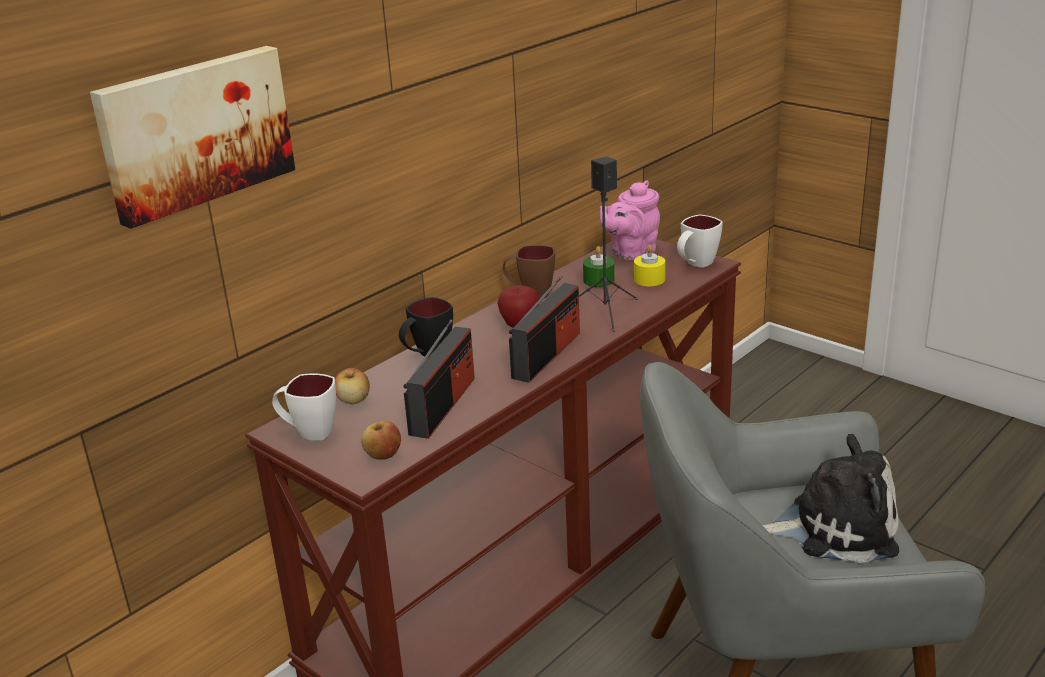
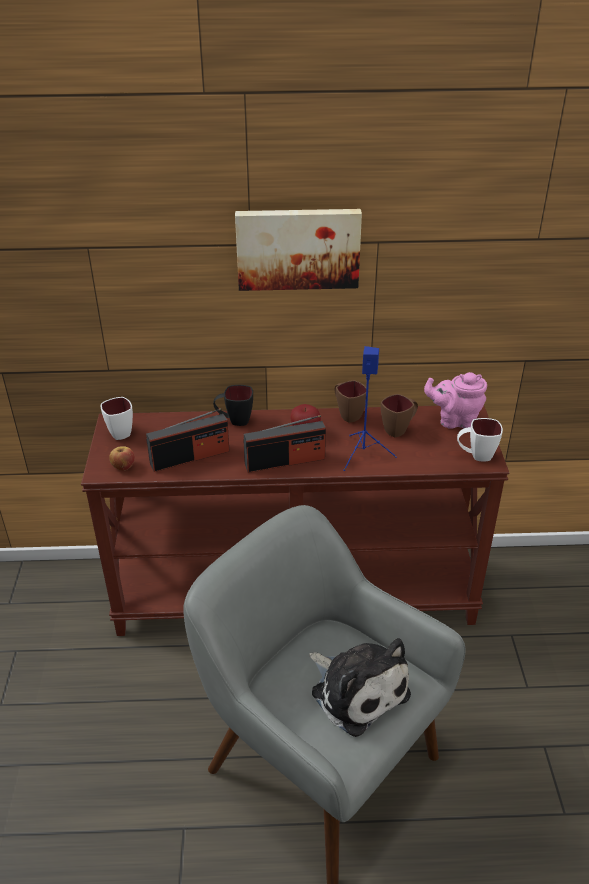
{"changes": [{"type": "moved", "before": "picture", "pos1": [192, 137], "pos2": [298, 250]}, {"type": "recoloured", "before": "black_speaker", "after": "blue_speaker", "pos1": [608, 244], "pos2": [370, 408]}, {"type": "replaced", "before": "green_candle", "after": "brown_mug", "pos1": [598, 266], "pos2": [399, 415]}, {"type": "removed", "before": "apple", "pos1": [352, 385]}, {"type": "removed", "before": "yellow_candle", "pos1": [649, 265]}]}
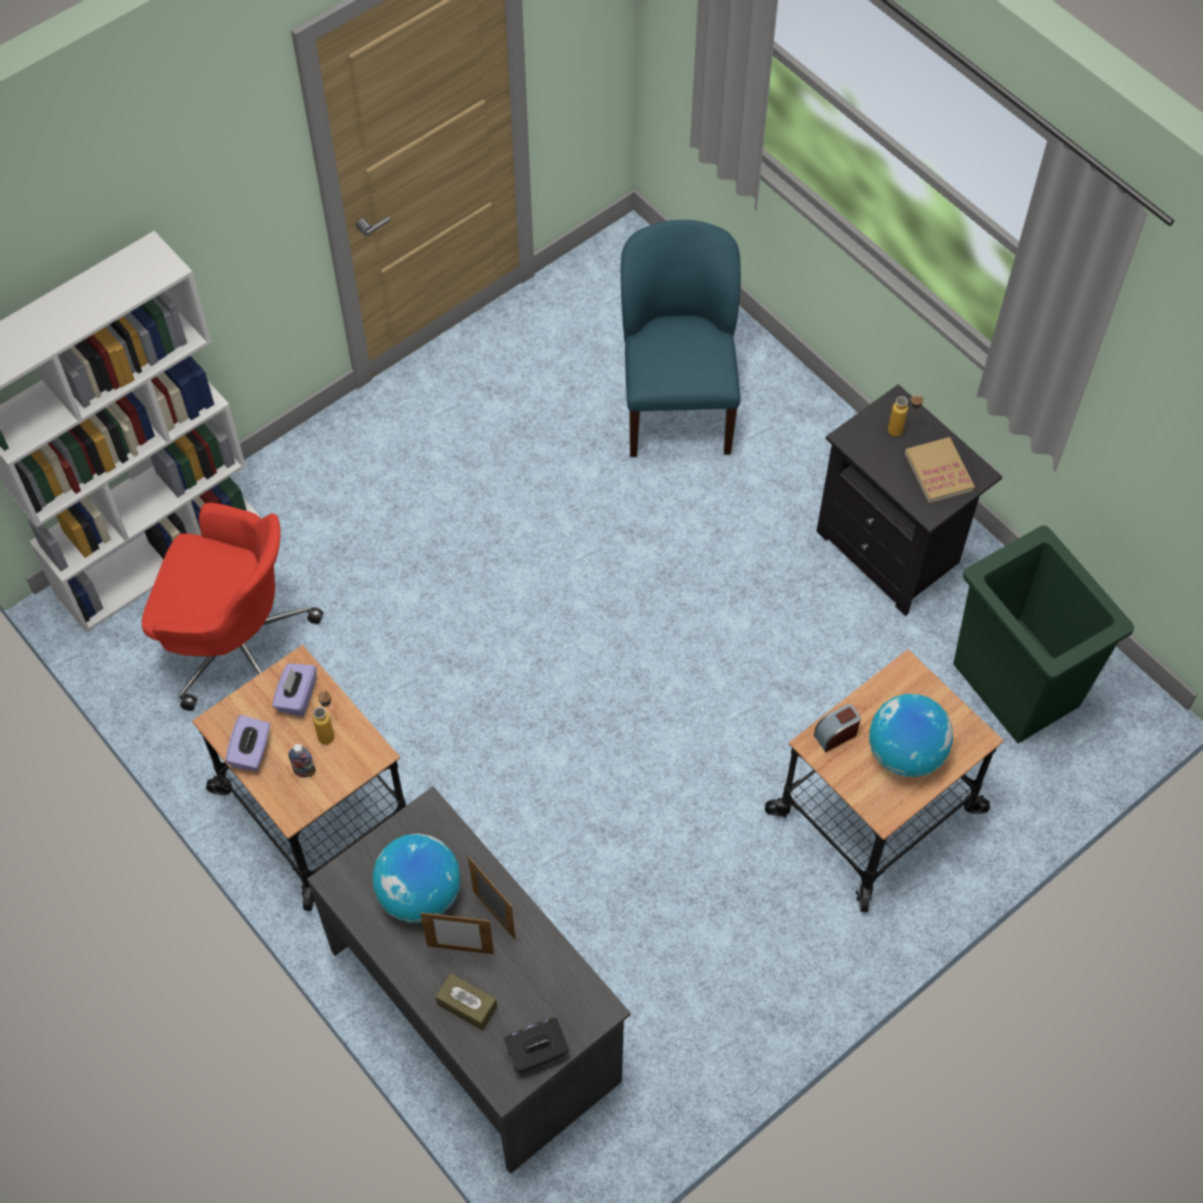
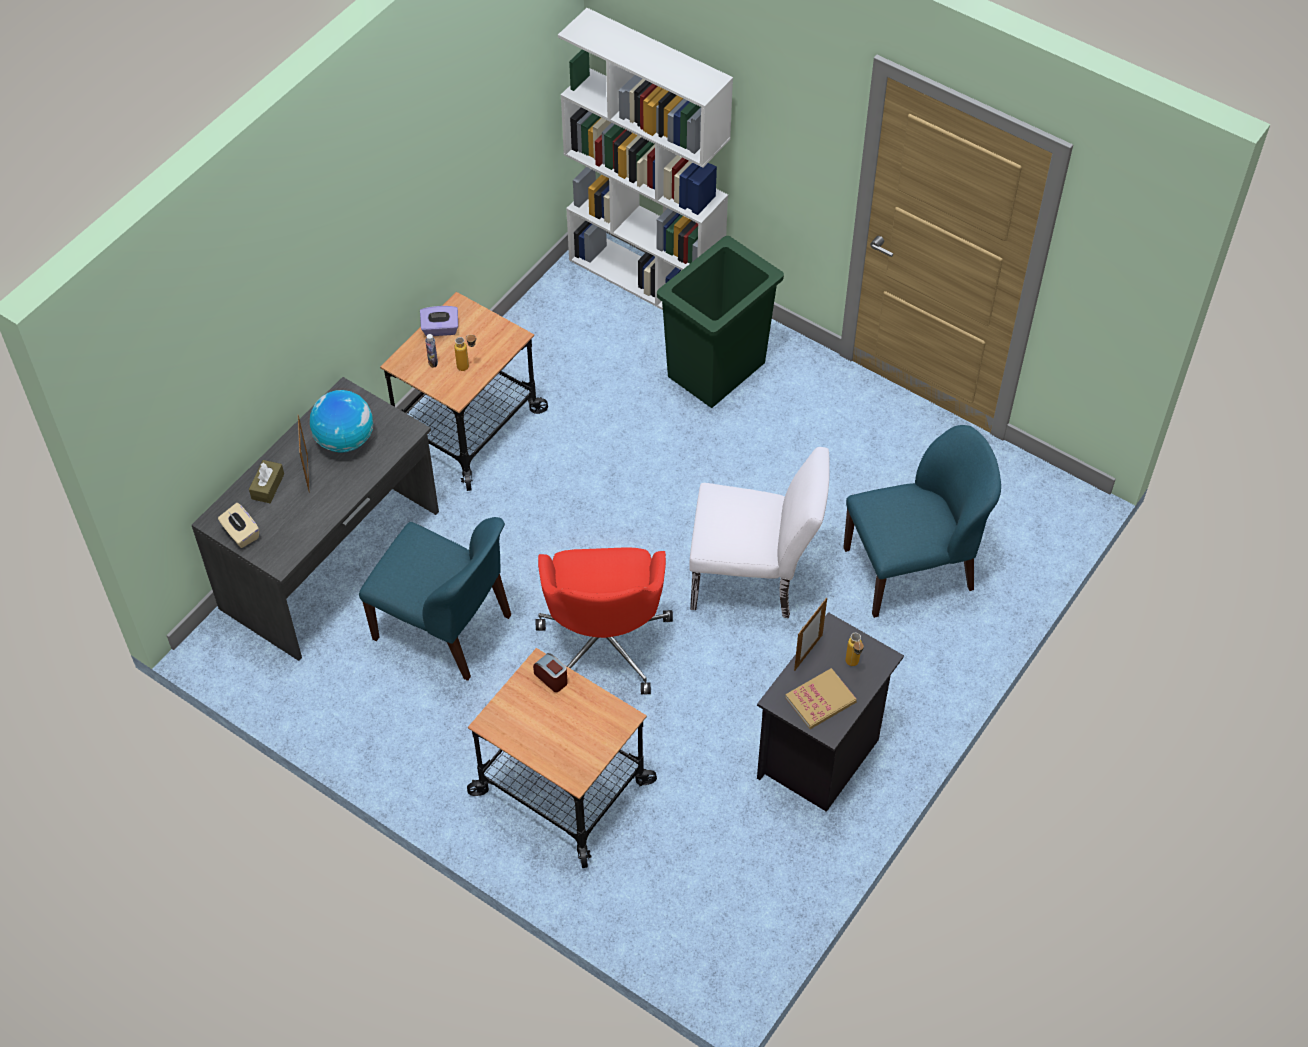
{"changes": [{"type": "recoloured", "before": "black_tissue_box", "after": "beige_tissue_box", "pos1": [536, 1044], "pos2": [238, 525]}, {"type": "added", "after": "blue_chair", "pos2": [435, 599]}, {"type": "moved", "before": "red_office_chair", "pos1": [232, 607], "pos2": [604, 621]}, {"type": "moved", "before": "green_trash_can", "pos1": [1043, 634], "pos2": [720, 322]}, {"type": "added", "after": "white_chair", "pos2": [759, 532]}, {"type": "moved", "before": "picture_frame", "pos1": [491, 898], "pos2": [810, 634]}, {"type": "removed", "before": "purple_tissue_box", "pos1": [294, 689]}, {"type": "removed", "before": "globe", "pos1": [911, 735]}]}
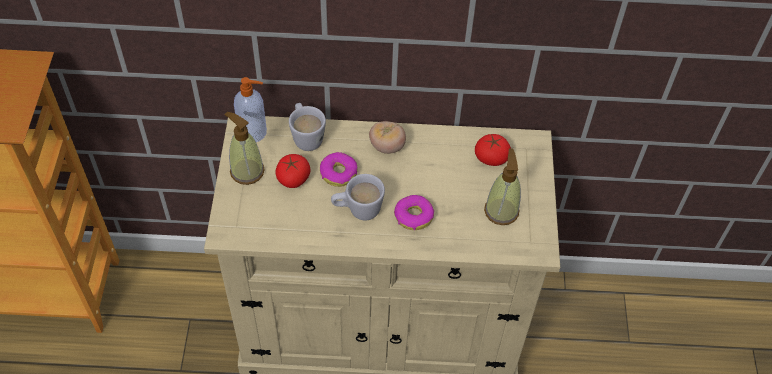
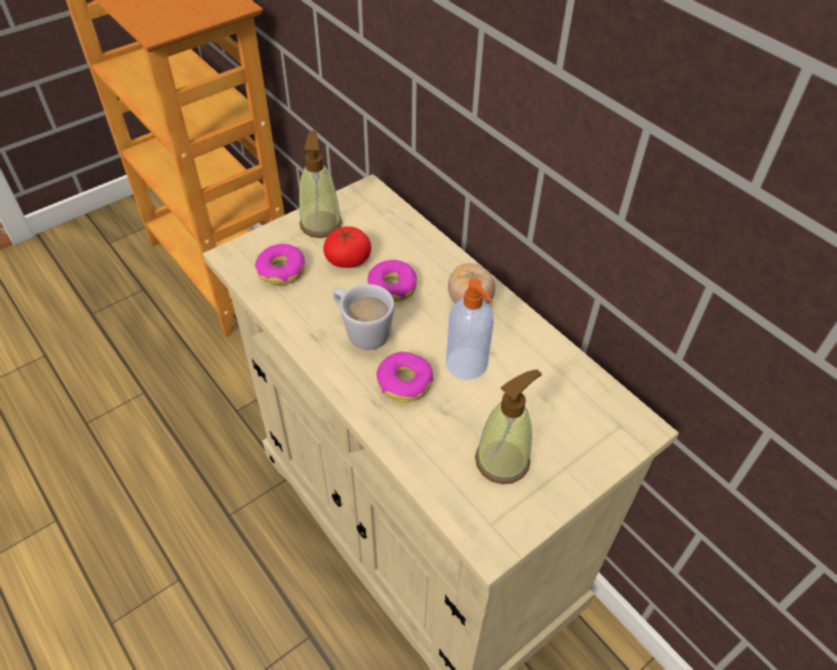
{"changes": [{"type": "added", "after": "donut", "pos2": [280, 264]}, {"type": "moved", "before": "soap_dispenser", "pos1": [250, 109], "pos2": [470, 329]}, {"type": "removed", "before": "white_mug", "pos1": [307, 127]}, {"type": "removed", "before": "tomato", "pos1": [493, 150]}]}
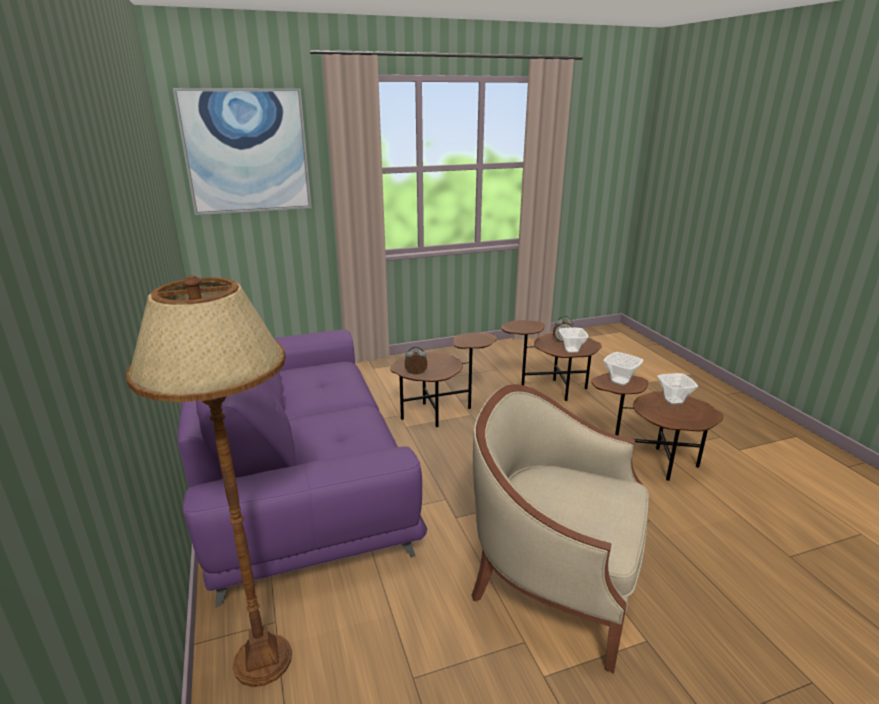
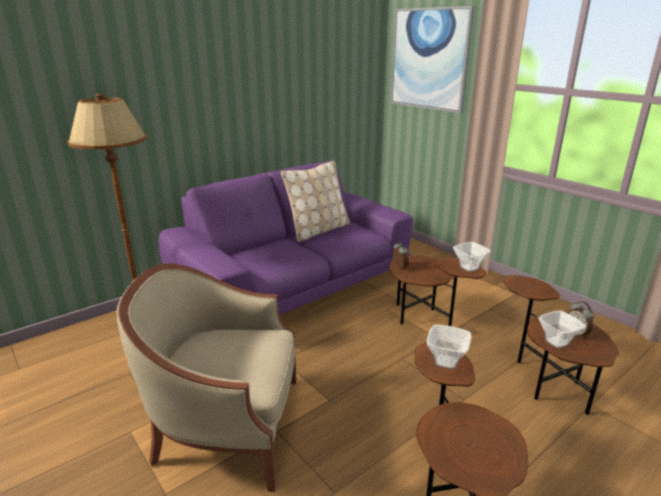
{"changes": [{"type": "turned", "before": "beige_armchair", "pos1": [560, 528], "pos2": [207, 377], "turn": -90}, {"type": "added", "after": "beige_pillow", "pos2": [315, 201]}, {"type": "moved", "before": "bowl", "pos1": [677, 389], "pos2": [472, 257]}]}
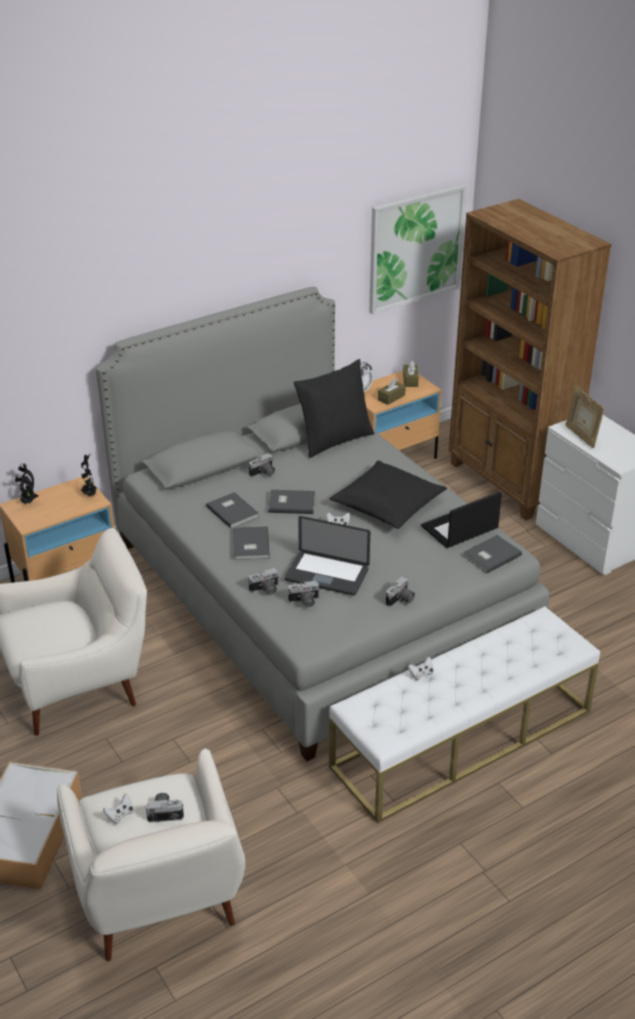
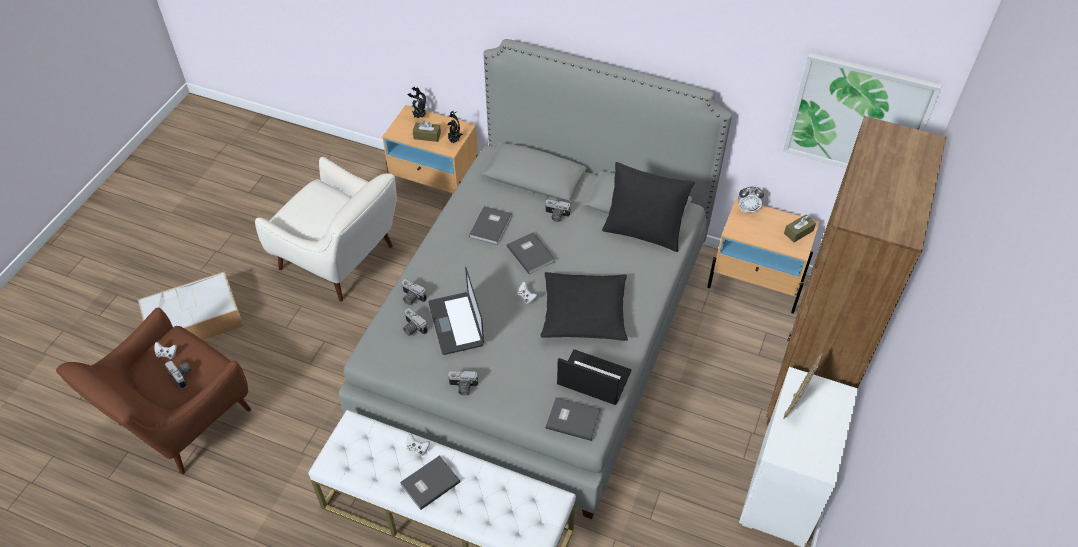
{"changes": [{"type": "recoloured", "before": "white_armchair", "after": "brown_armchair", "pos1": [151, 855], "pos2": [153, 391]}, {"type": "moved", "before": "grey_book", "pos1": [251, 543], "pos2": [430, 482]}, {"type": "moved", "before": "brown_tissue_box", "pos1": [392, 391], "pos2": [427, 131]}]}
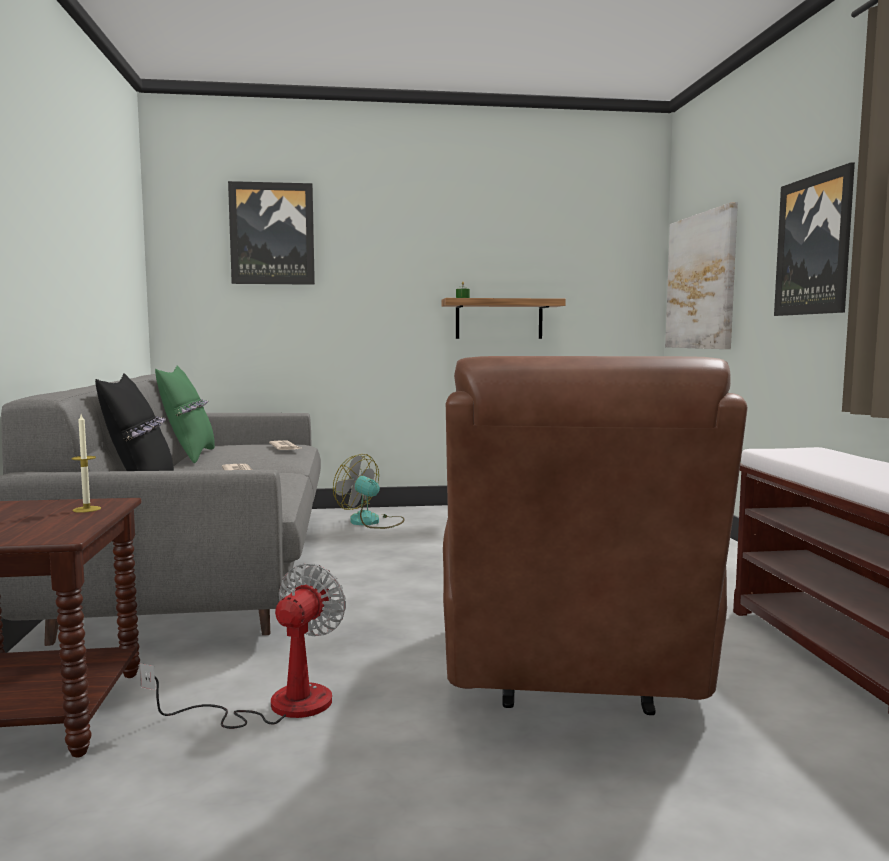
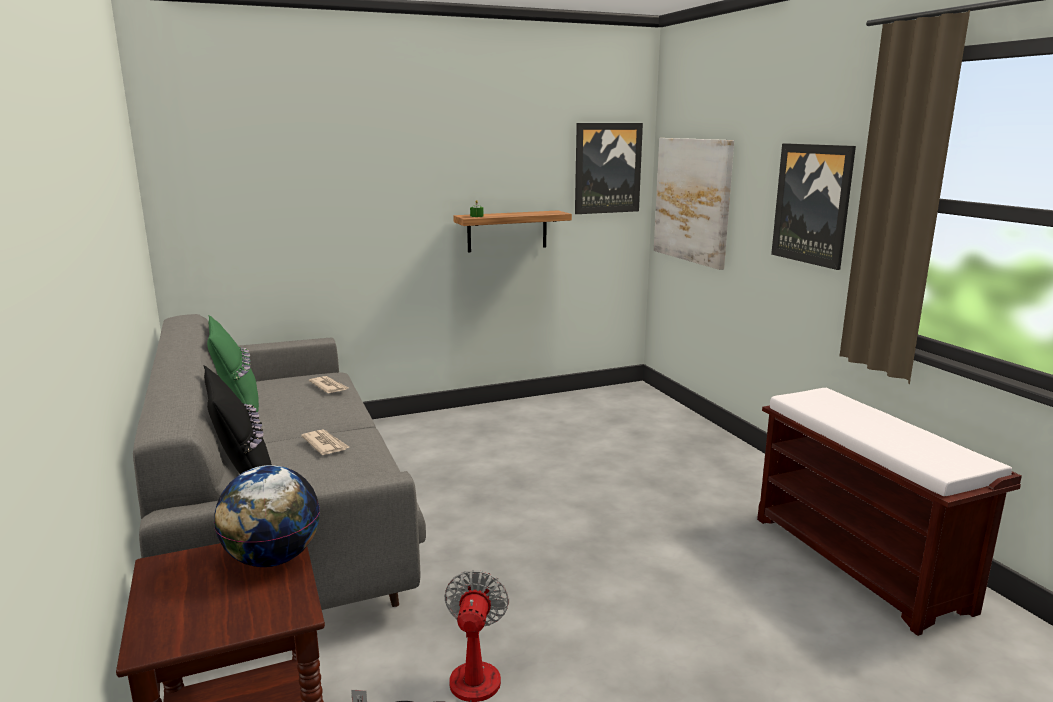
{"changes": [{"type": "replaced", "before": "candle", "after": "globe", "pos1": [86, 464], "pos2": [267, 516]}, {"type": "moved", "before": "picture", "pos1": [271, 233], "pos2": [609, 168]}, {"type": "removed", "before": "fan", "pos1": [368, 491]}, {"type": "removed", "before": "brown_armchair", "pos1": [595, 535]}]}
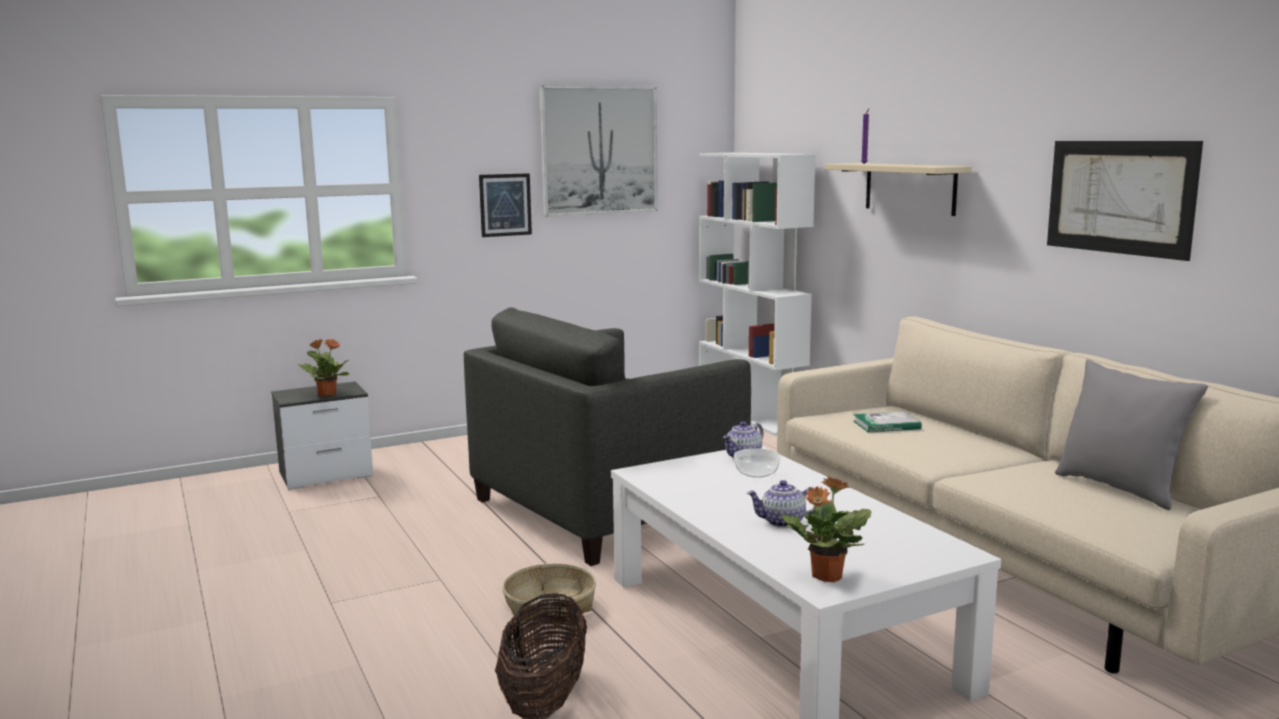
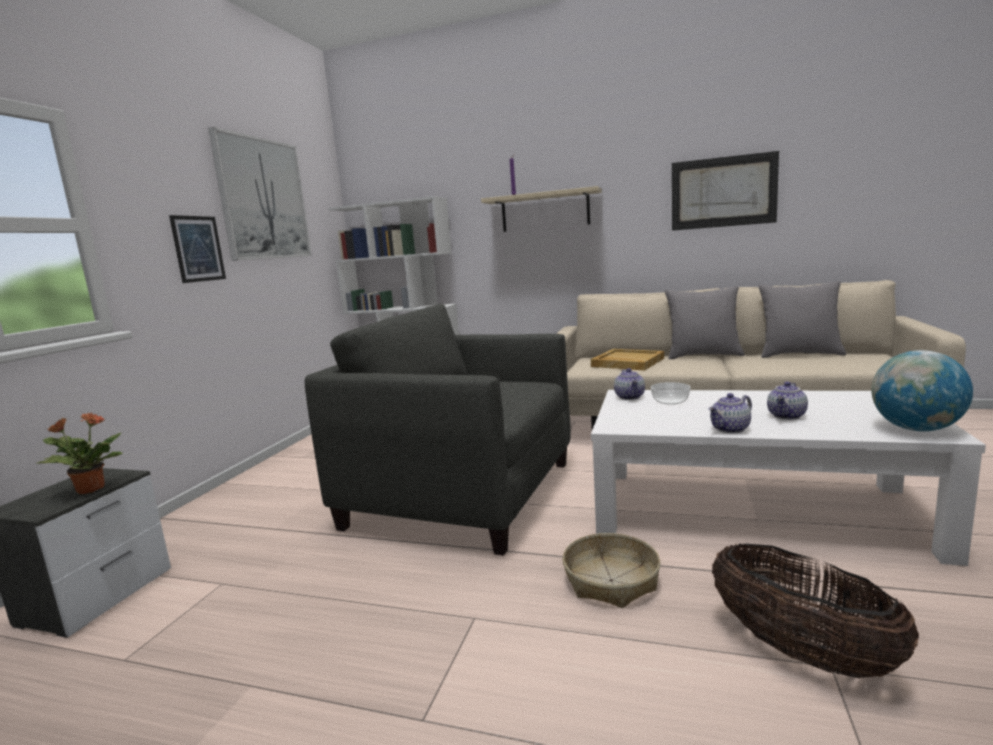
{"changes": [{"type": "turned", "before": "grey_armchair", "pos1": [607, 436], "pos2": [438, 430], "turn": 105}, {"type": "replaced", "before": "book", "after": "beige_tray", "pos1": [887, 421], "pos2": [627, 359]}, {"type": "added", "after": "grey_pillow", "pos2": [704, 322]}, {"type": "added", "after": "teapot", "pos2": [730, 413]}, {"type": "replaced", "before": "potted_plant", "after": "globe", "pos1": [826, 529], "pos2": [922, 390]}]}
